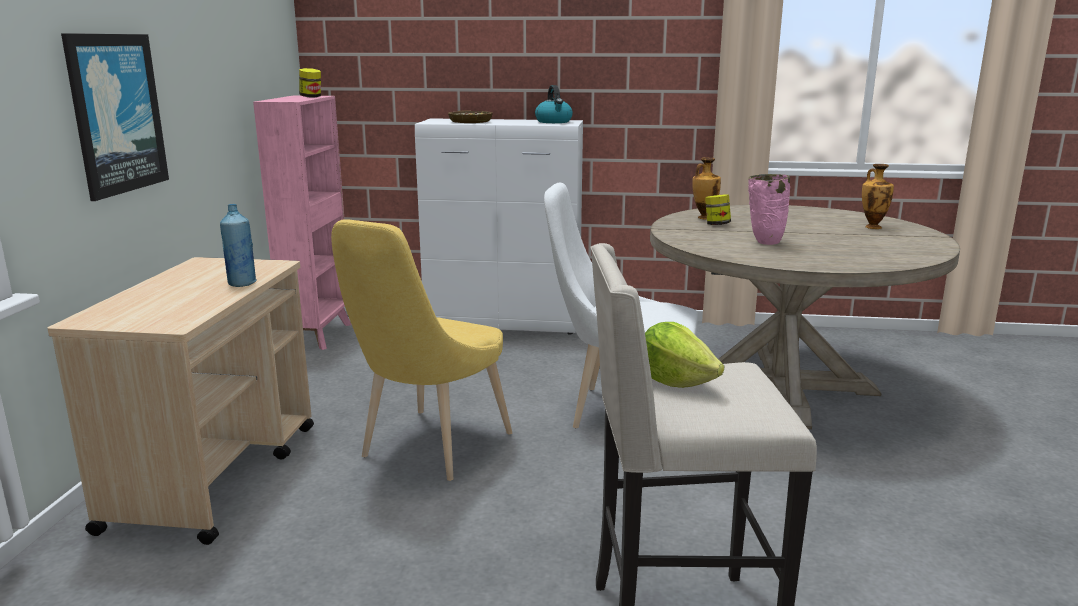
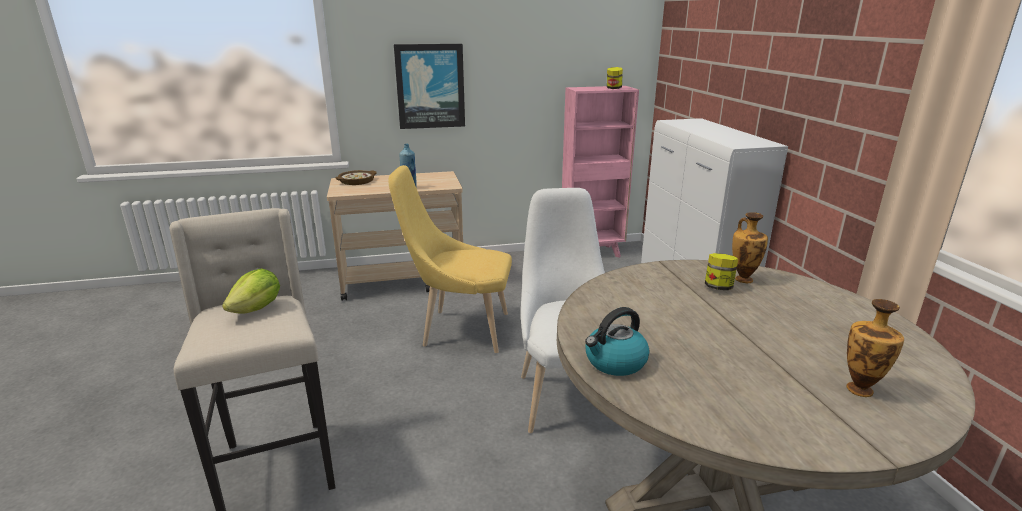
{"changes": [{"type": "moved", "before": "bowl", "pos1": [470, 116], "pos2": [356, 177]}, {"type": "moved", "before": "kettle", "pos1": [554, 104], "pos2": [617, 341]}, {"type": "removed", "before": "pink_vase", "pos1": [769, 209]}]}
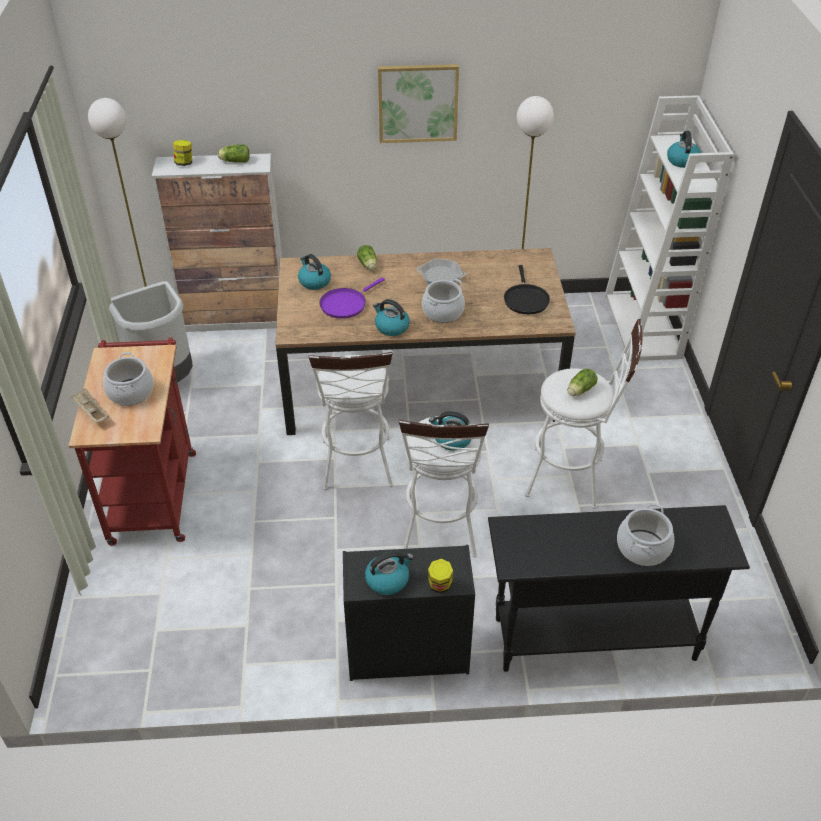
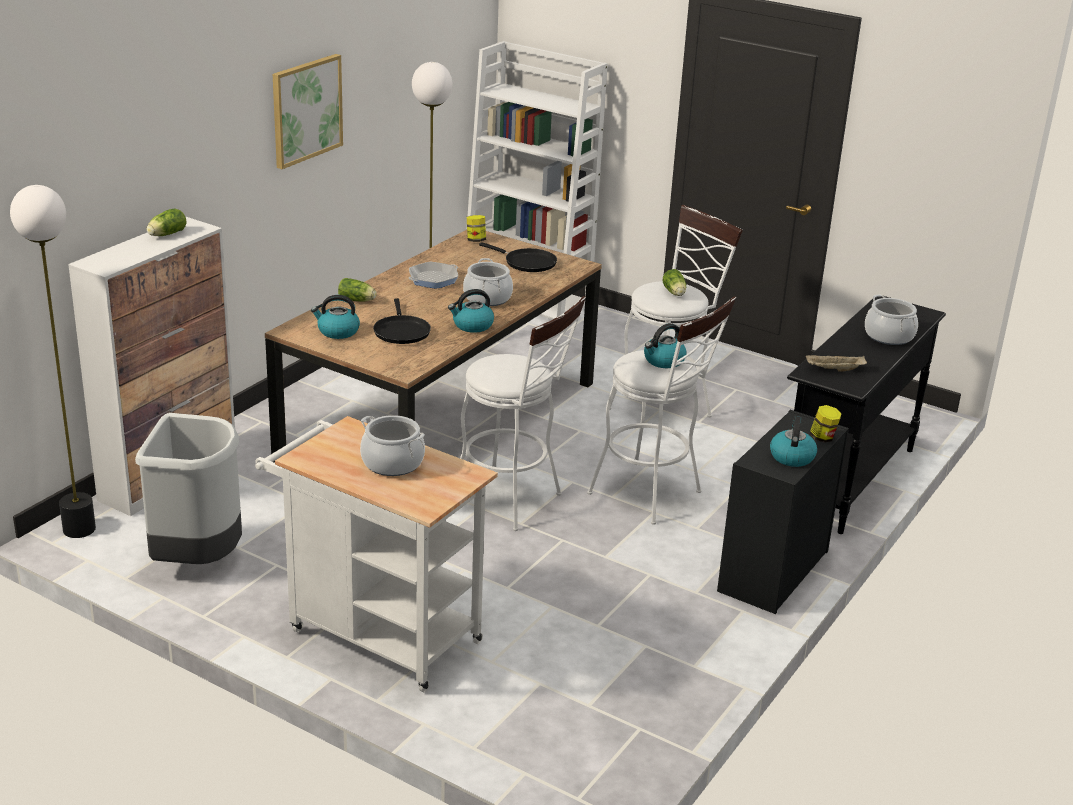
{"changes": [{"type": "recoloured", "before": "red_cart", "after": "white_cart", "pos1": [132, 442], "pos2": [376, 554]}, {"type": "recoloured", "before": "purple_frying_pan", "after": "black_frying_pan", "pos1": [352, 298], "pos2": [402, 321]}, {"type": "moved", "before": "jar", "pos1": [182, 153], "pos2": [476, 228]}, {"type": "moved", "before": "beige_tray", "pos1": [90, 405], "pos2": [836, 363]}, {"type": "removed", "before": "kettle", "pos1": [684, 149]}]}
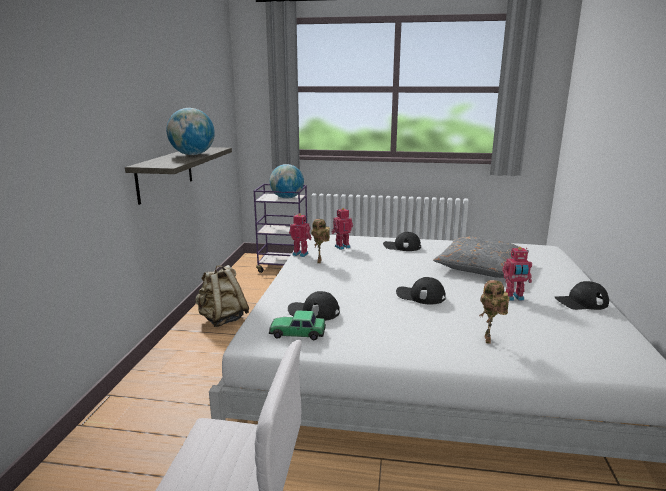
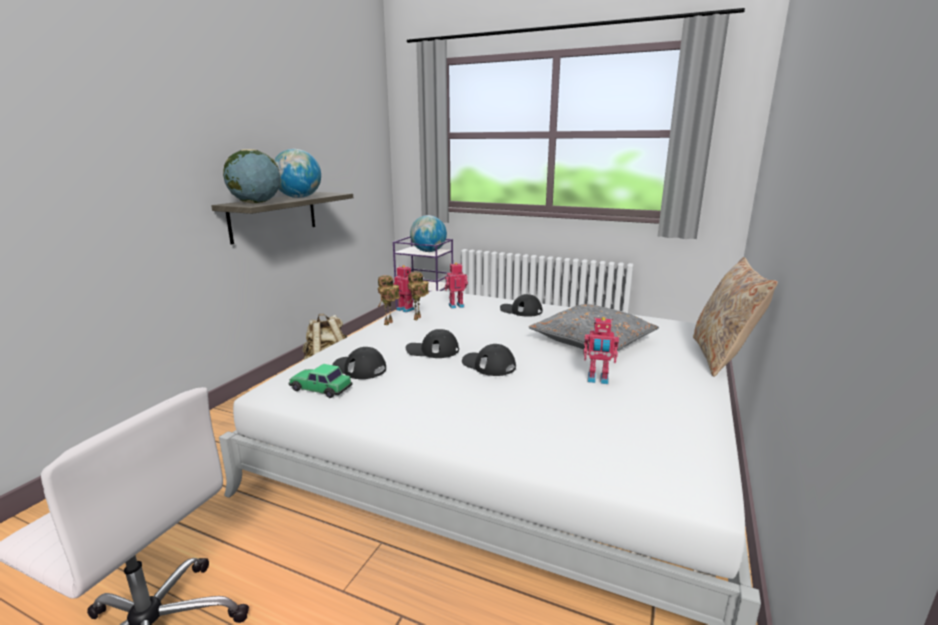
{"changes": [{"type": "added", "after": "globe", "pos2": [252, 176]}, {"type": "moved", "before": "toy_robot", "pos1": [494, 312], "pos2": [389, 300]}, {"type": "moved", "before": "black_cap", "pos1": [581, 295], "pos2": [432, 343]}, {"type": "added", "after": "beige_pillow", "pos2": [735, 317]}]}
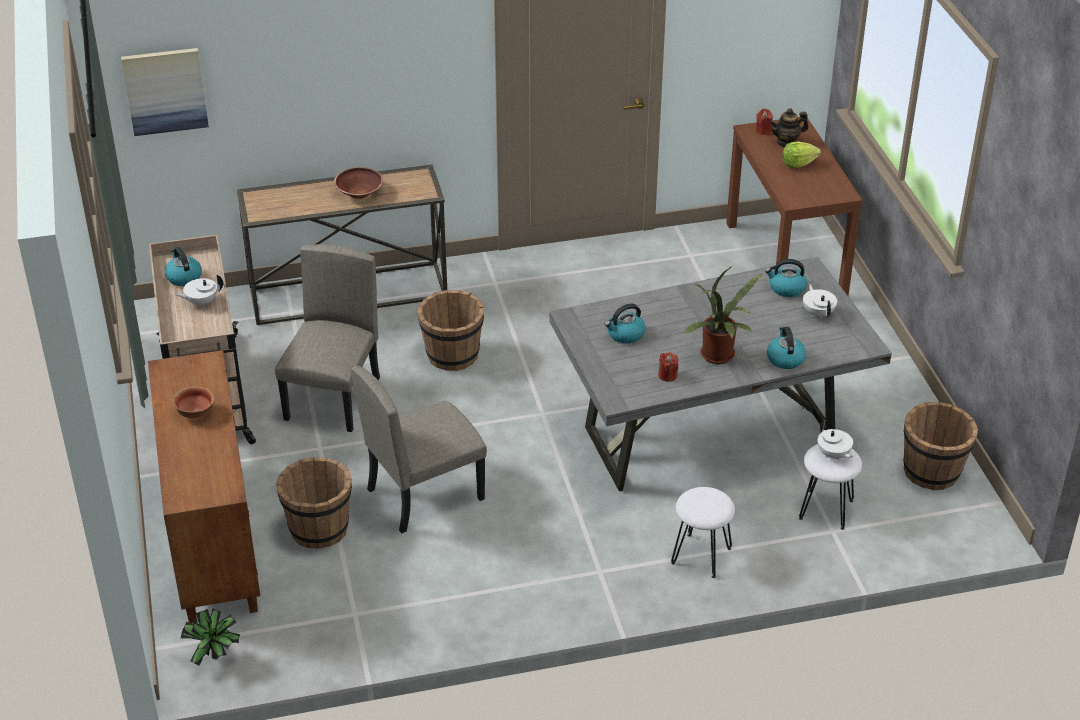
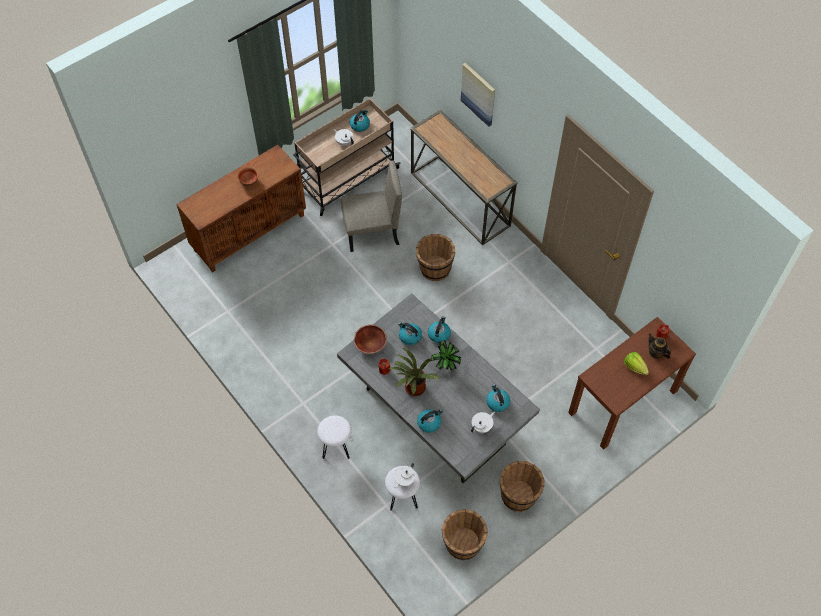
{"changes": [{"type": "moved", "before": "brown_bowl", "pos1": [358, 183], "pos2": [370, 339]}, {"type": "added", "after": "kettle", "pos2": [439, 329]}, {"type": "moved", "before": "potted_plant", "pos1": [210, 637], "pos2": [446, 355]}, {"type": "moved", "before": "picture", "pos1": [165, 92], "pos2": [478, 95]}, {"type": "moved", "before": "brown_bucket", "pos1": [314, 503], "pos2": [522, 486]}, {"type": "removed", "before": "beige_chair", "pos1": [419, 449]}]}
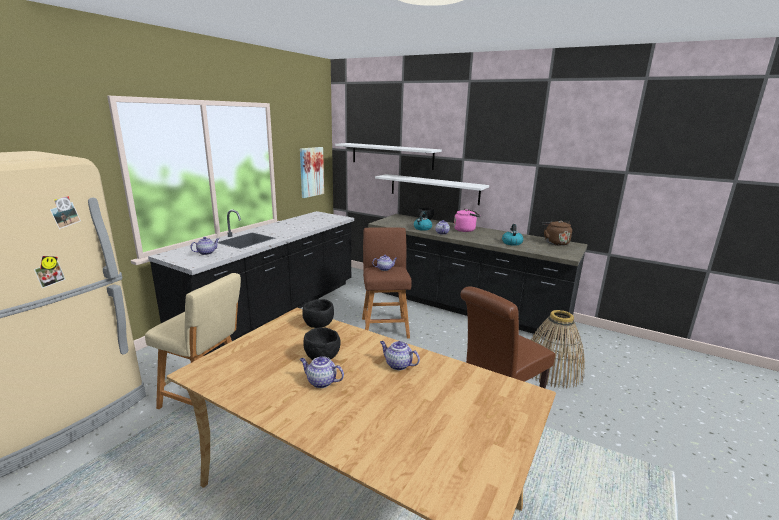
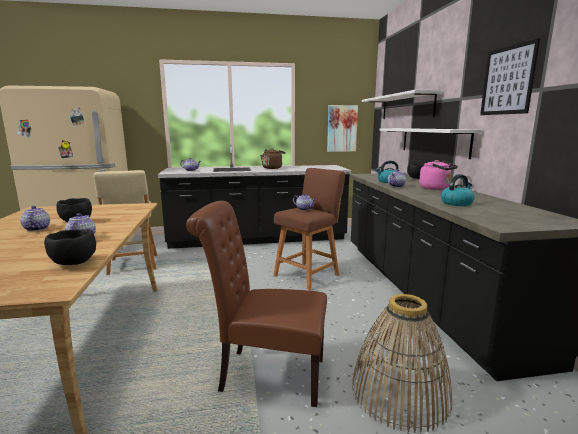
{"changes": [{"type": "moved", "before": "black_bowl", "pos1": [318, 313], "pos2": [70, 247]}, {"type": "moved", "before": "brown_kettle", "pos1": [557, 233], "pos2": [273, 159]}, {"type": "added", "after": "picture", "pos2": [510, 76]}]}
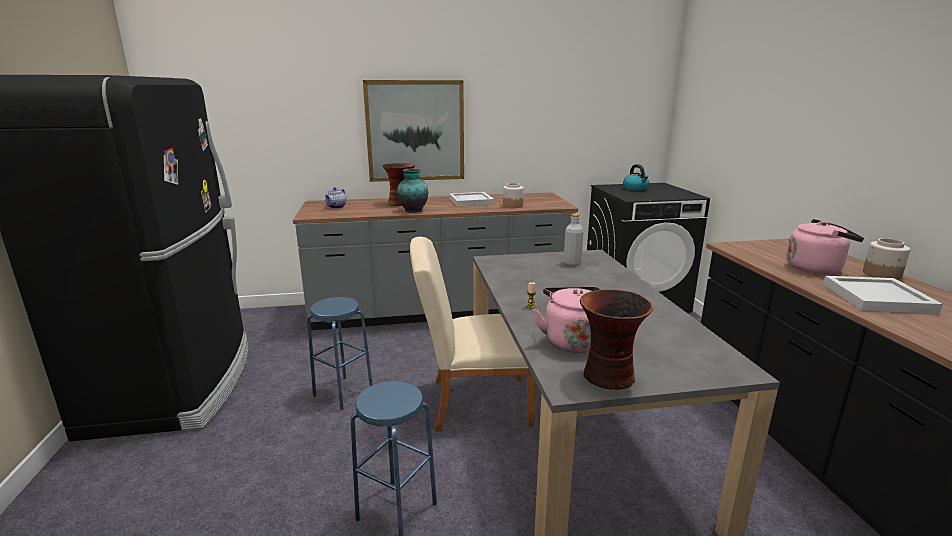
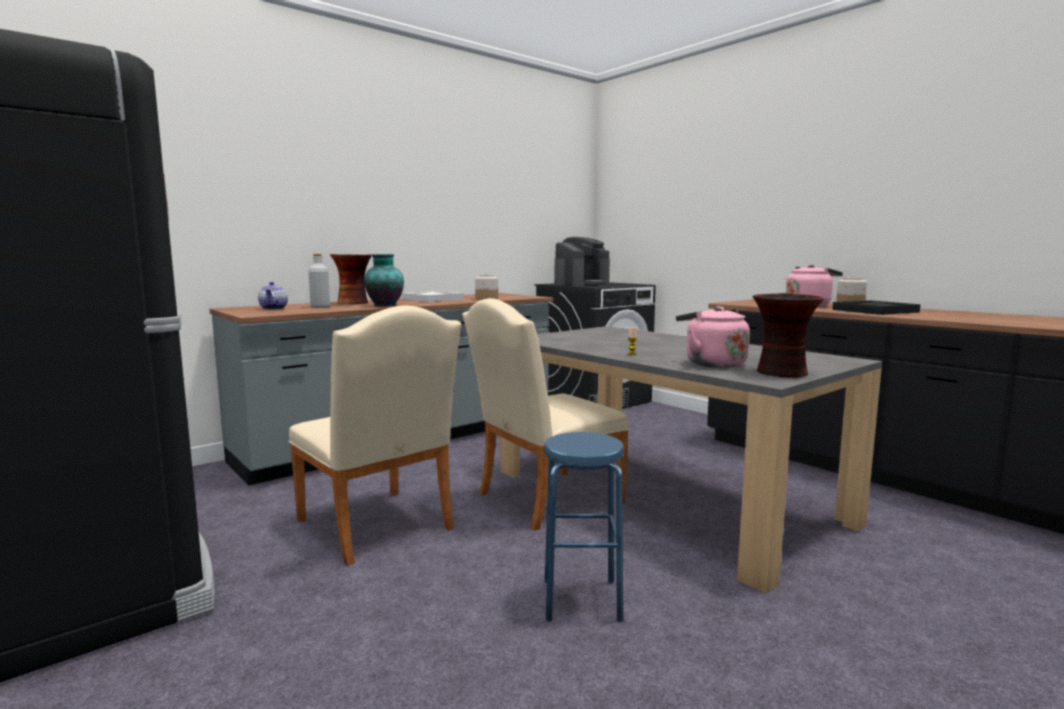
{"changes": [{"type": "replaced", "before": "blue_stool", "after": "beige_chair", "pos1": [340, 353], "pos2": [374, 435]}, {"type": "moved", "before": "grey_bottle", "pos1": [573, 240], "pos2": [319, 281]}, {"type": "replaced", "before": "kettle", "after": "coffee_machine", "pos1": [636, 177], "pos2": [582, 261]}, {"type": "recoloured", "before": "white_tray", "after": "black_tray", "pos1": [883, 295], "pos2": [876, 307]}, {"type": "removed", "before": "picture", "pos1": [413, 131]}]}
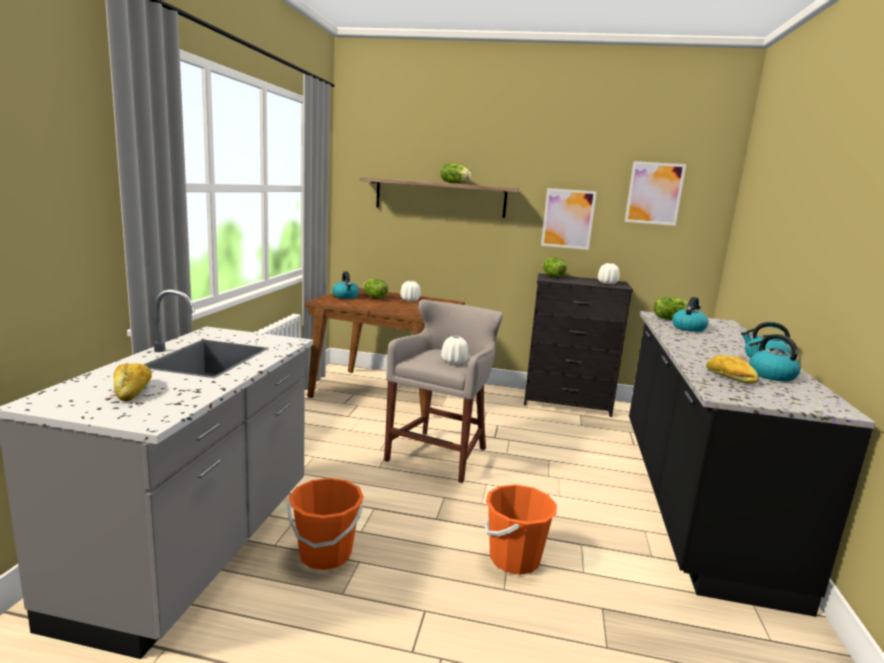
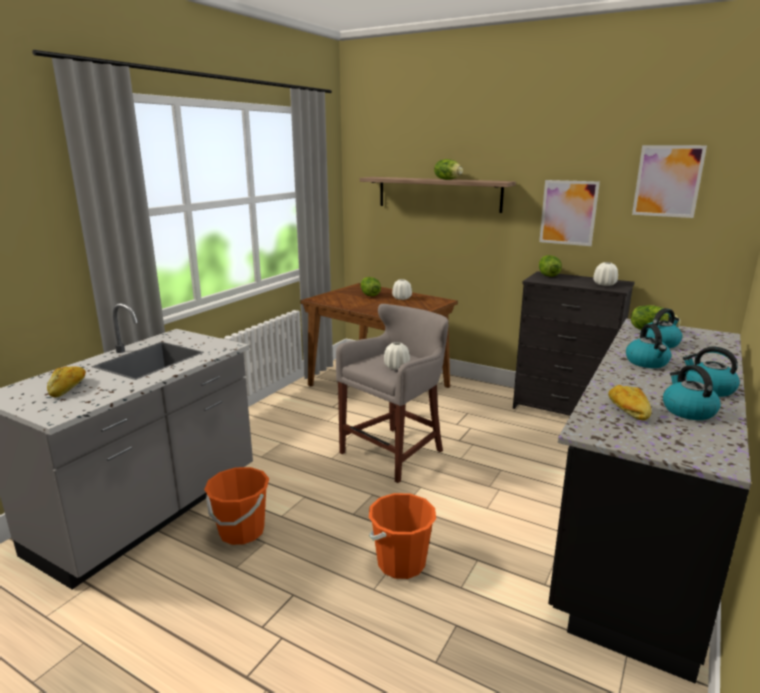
{"changes": [{"type": "moved", "before": "kettle", "pos1": [345, 285], "pos2": [648, 346]}]}
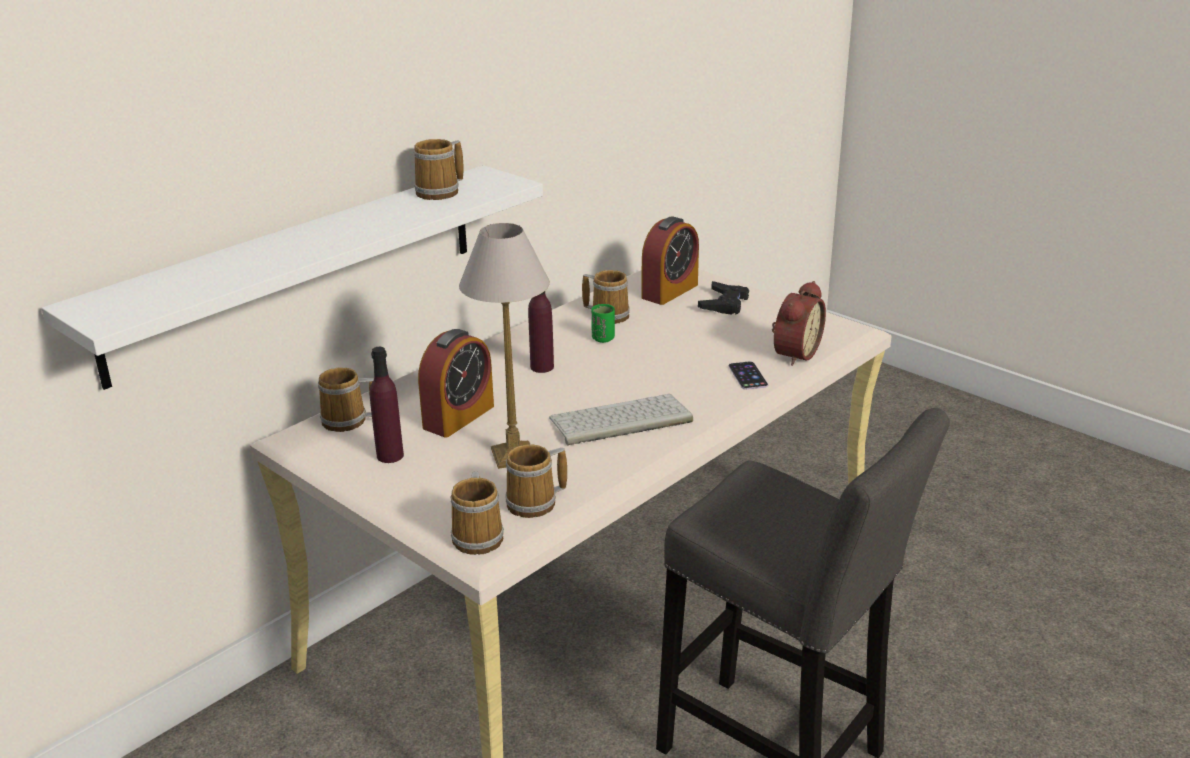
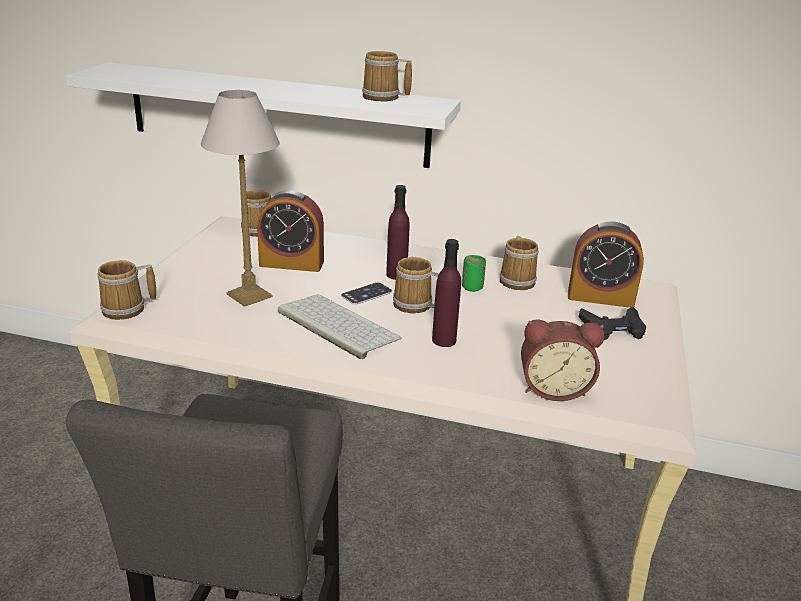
{"changes": [{"type": "moved", "before": "phone", "pos1": [748, 375], "pos2": [366, 293]}, {"type": "moved", "before": "mug", "pos1": [536, 481], "pos2": [416, 285]}, {"type": "moved", "before": "purple_bottle", "pos1": [387, 405], "pos2": [446, 293]}]}
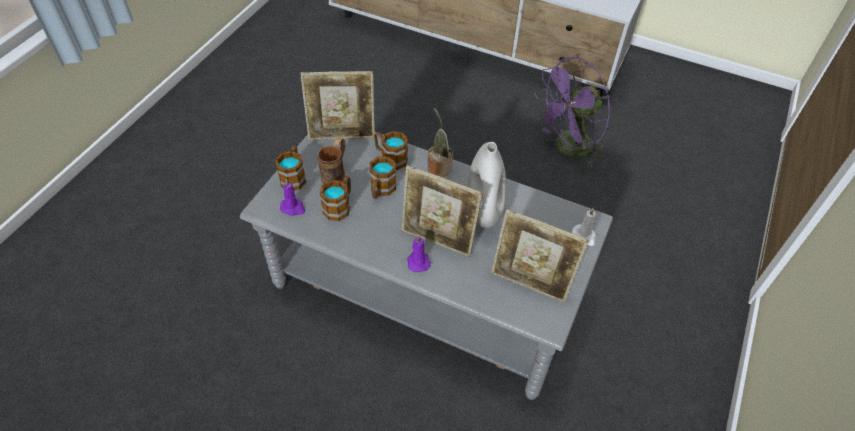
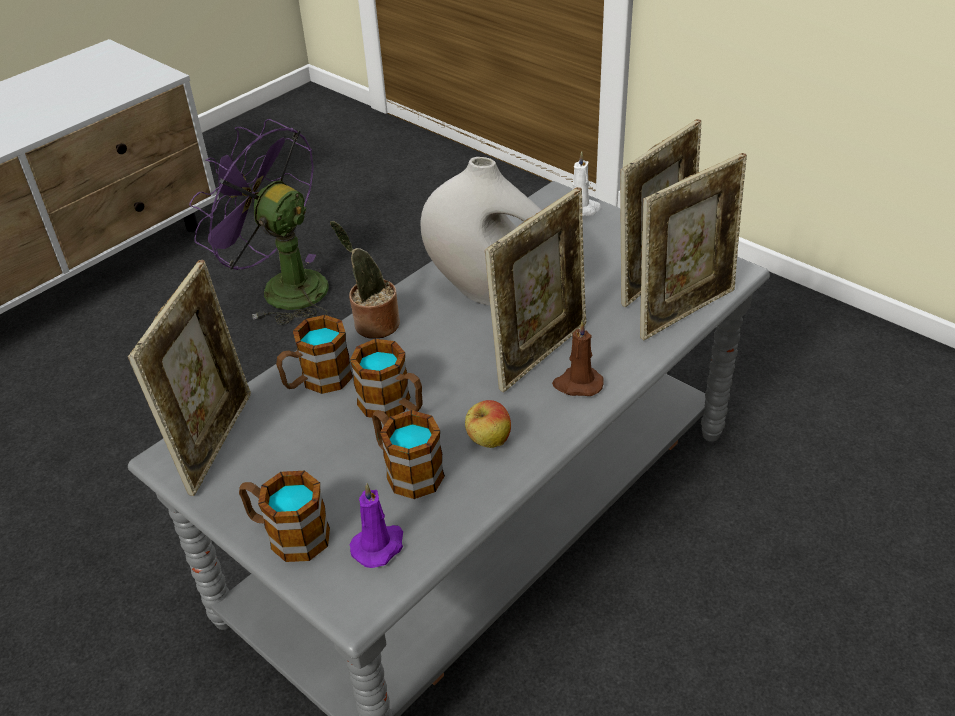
{"changes": [{"type": "turned", "before": "purple_fan", "pos1": [572, 111], "pos2": [259, 222], "turn": 135}, {"type": "added", "after": "apple", "pos2": [488, 424]}, {"type": "recoloured", "before": "purple_candle", "after": "brown_candle", "pos1": [419, 254], "pos2": [578, 358]}, {"type": "added", "after": "picture_frame", "pos2": [693, 246]}, {"type": "removed", "before": "brown_mug", "pos1": [331, 161]}]}
